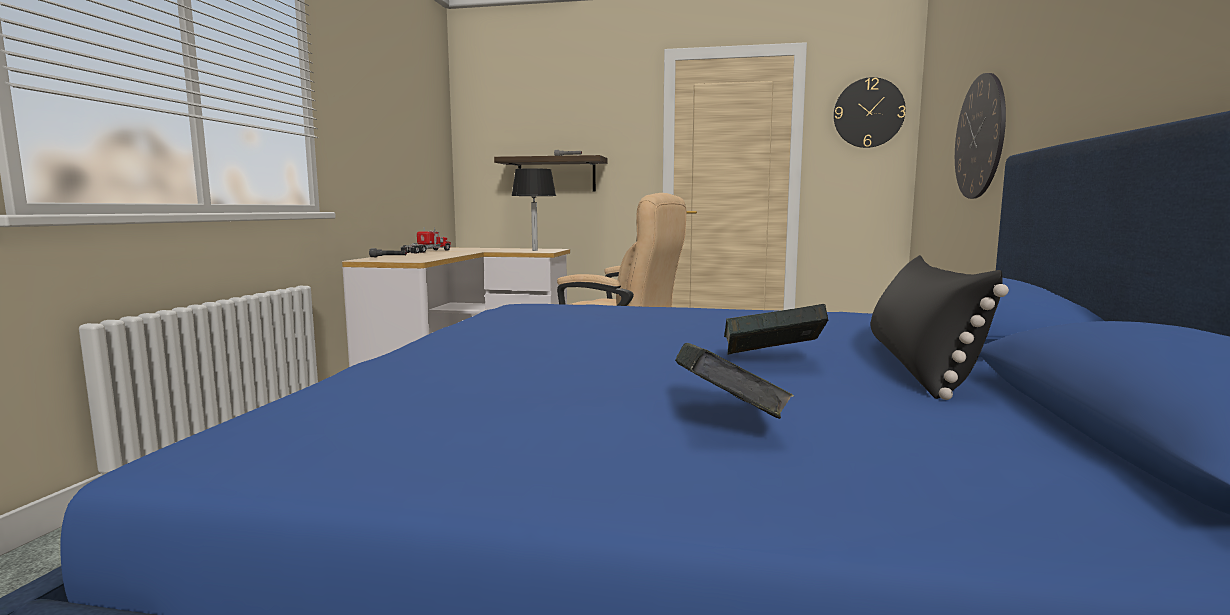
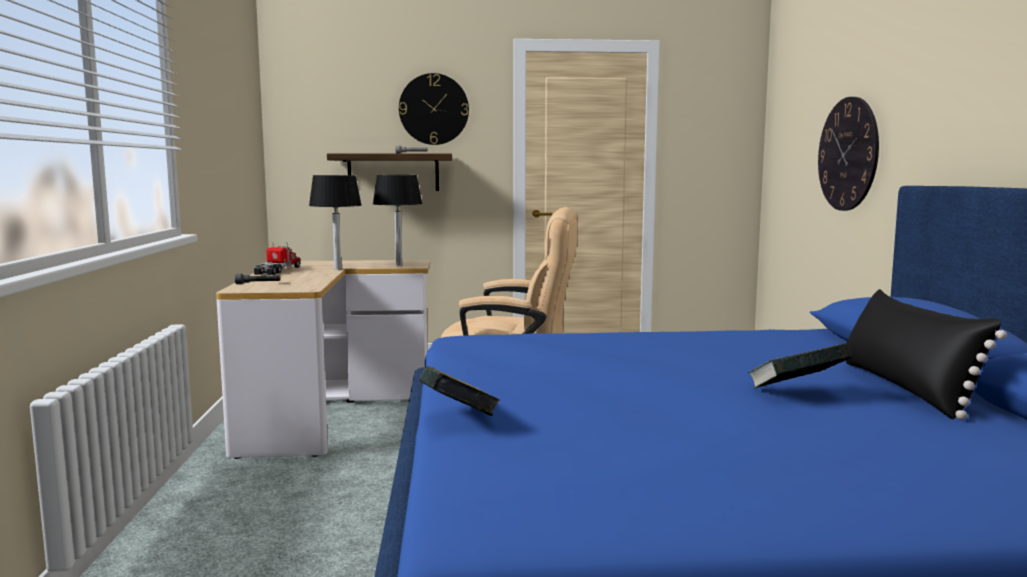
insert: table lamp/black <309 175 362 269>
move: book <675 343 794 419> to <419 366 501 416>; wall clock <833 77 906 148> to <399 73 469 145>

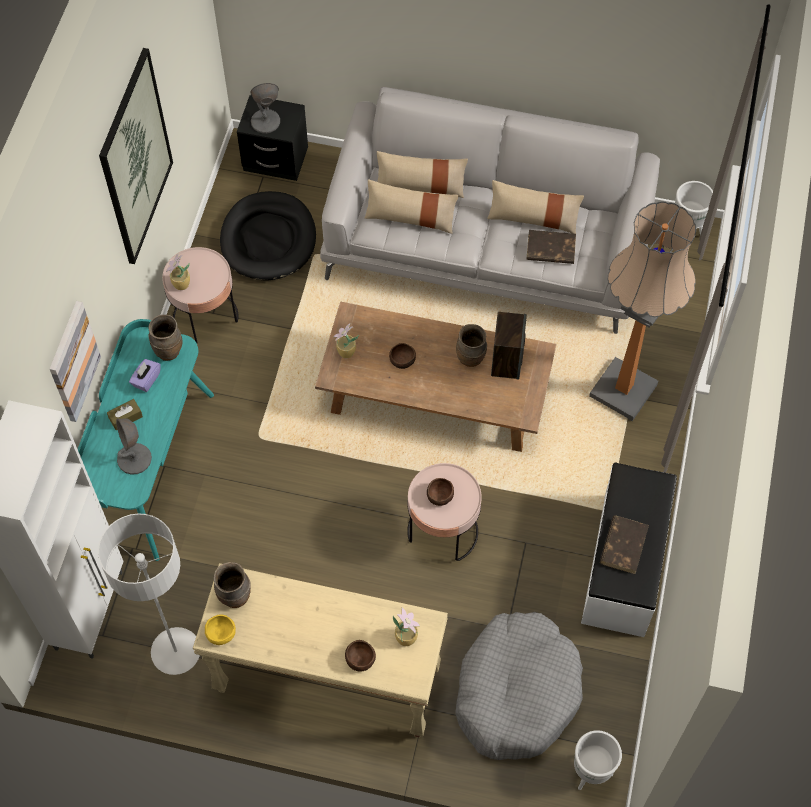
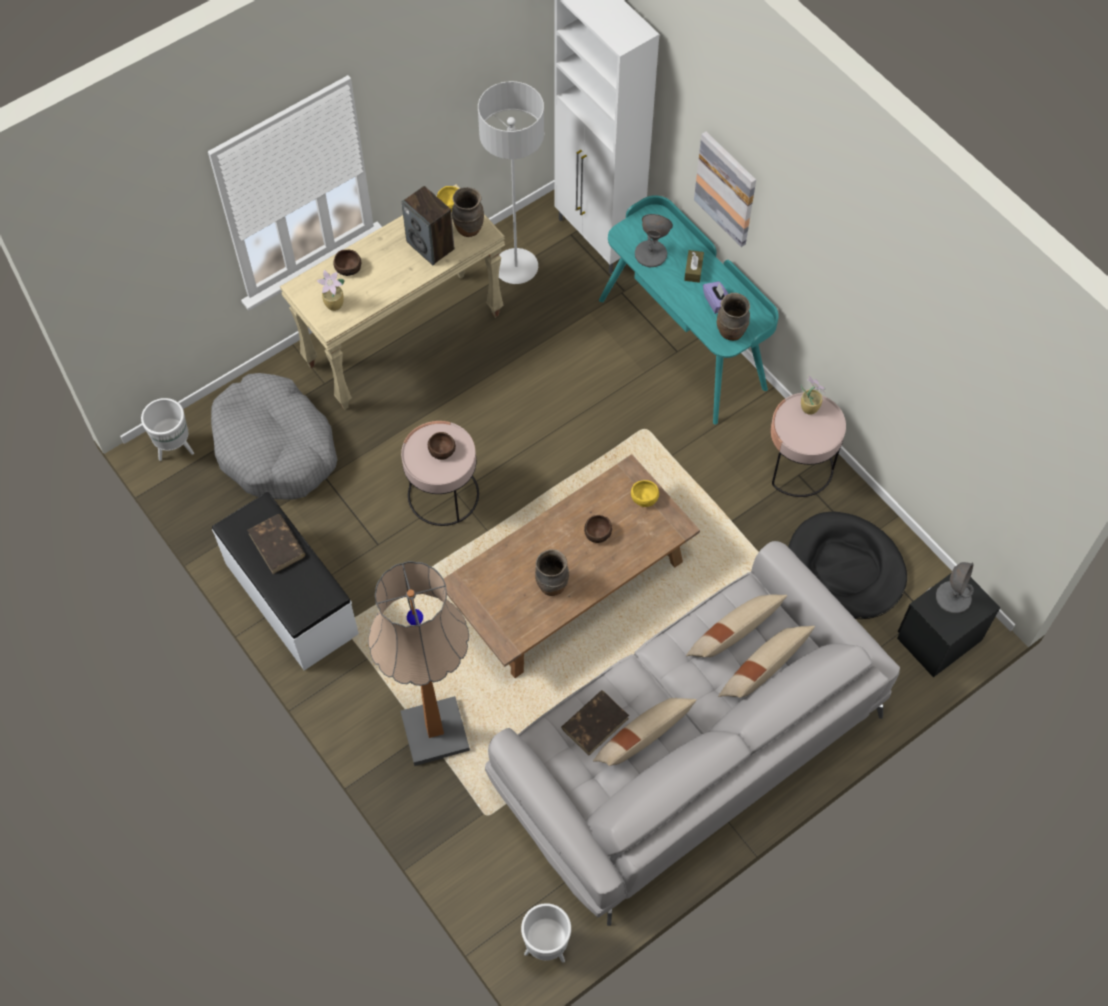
delete: picture <99 48 173 264>
move: speaker <491 312 527 380> to <401 186 454 265>
replace: potted plant <333 323 359 358> to bowl/yellow <631 480 659 507>

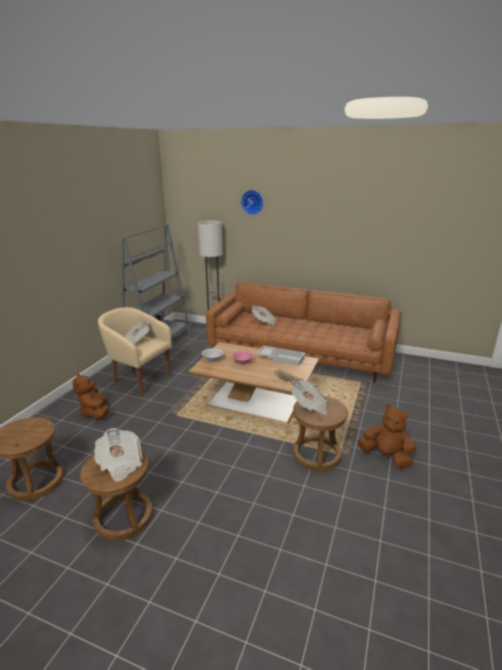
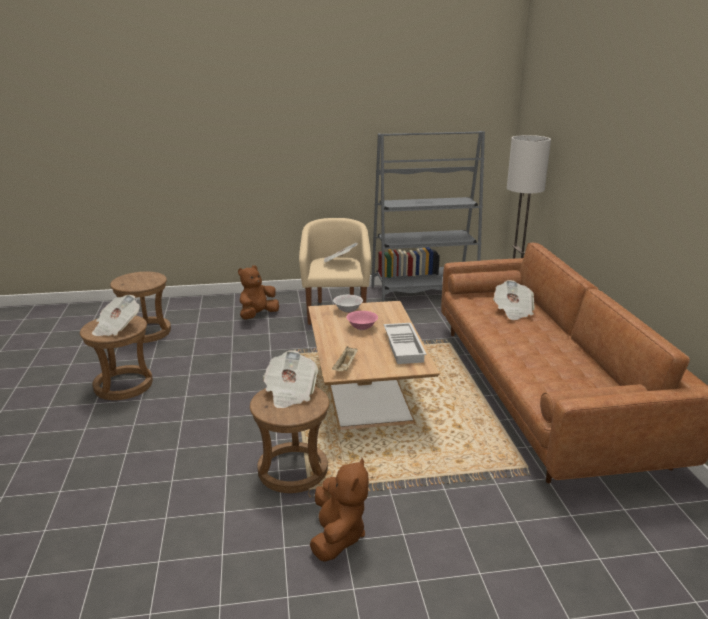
delete: wall clock <241 190 263 215>

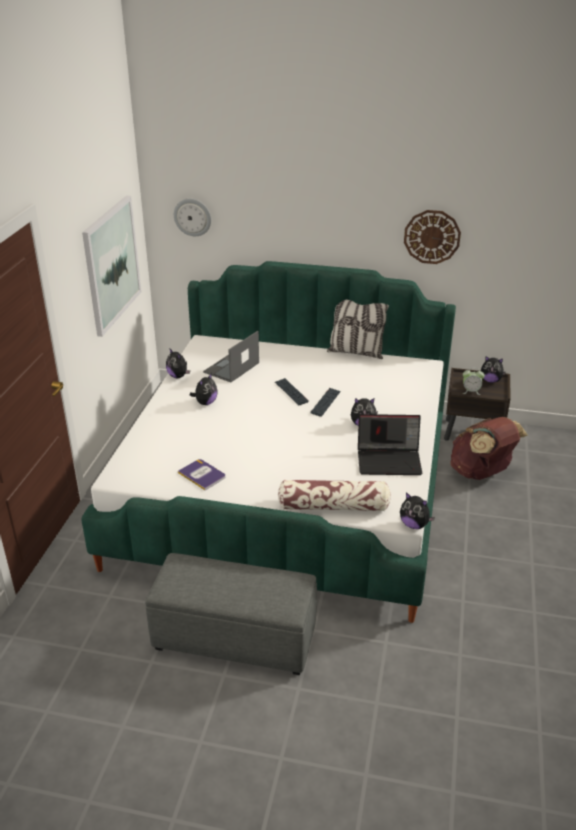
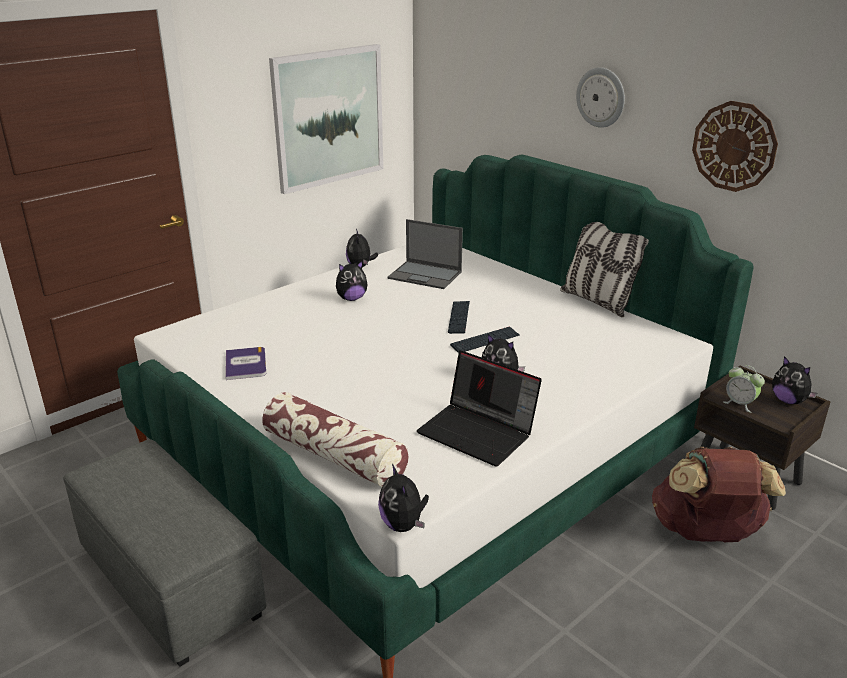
move: wall clock <174 199 211 236> to <576 67 625 128>
rotate: laptop <203 331 259 383> = <387 219 463 289> 135 degrees counterclockwise

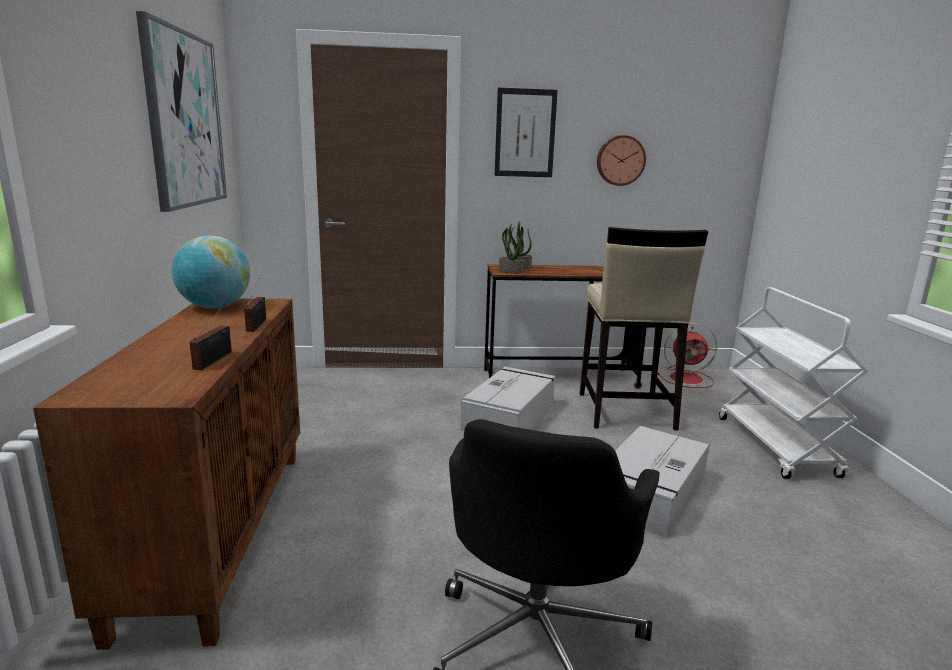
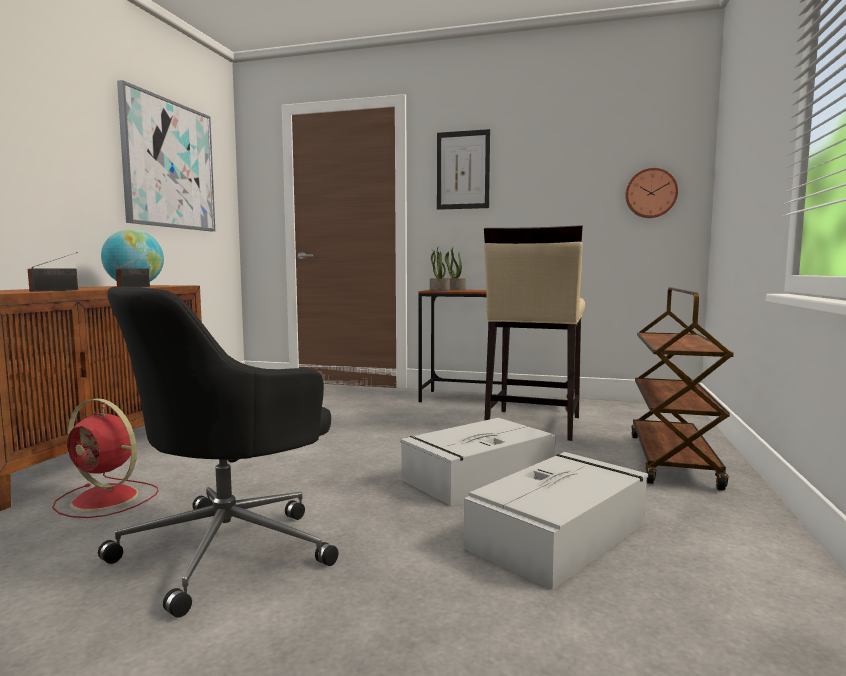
move: storage box/grey <460 367 556 431> to <464 452 648 590>; wall clock <597 135 646 186> to <625 168 678 218>; fan/red <657 323 717 388> to <52 398 159 518>
recolor: cart/white <719 287 869 479> to cart/brown <631 287 734 491>

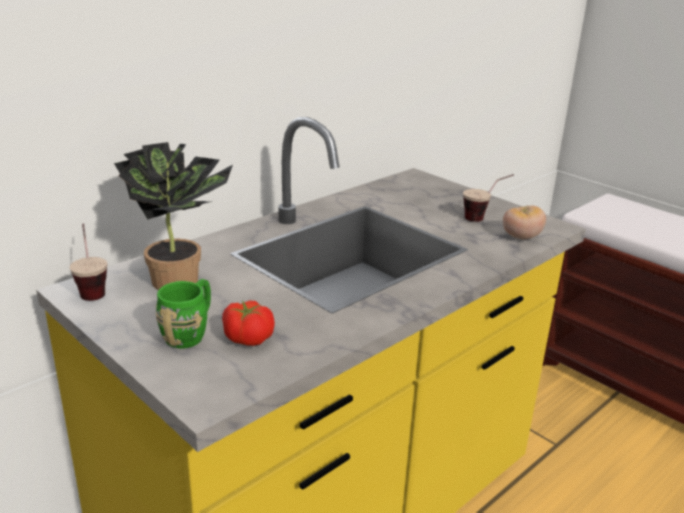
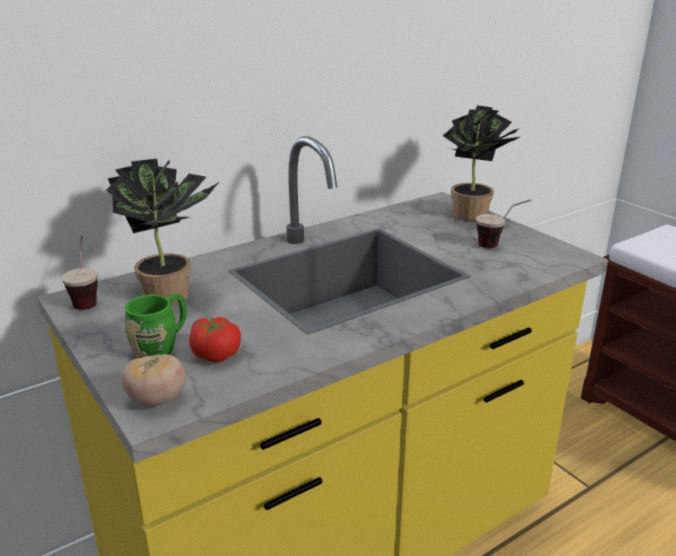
insert: potted plant <443 105 520 221>
move: tomato <503 205 546 239> to <121 354 186 406>

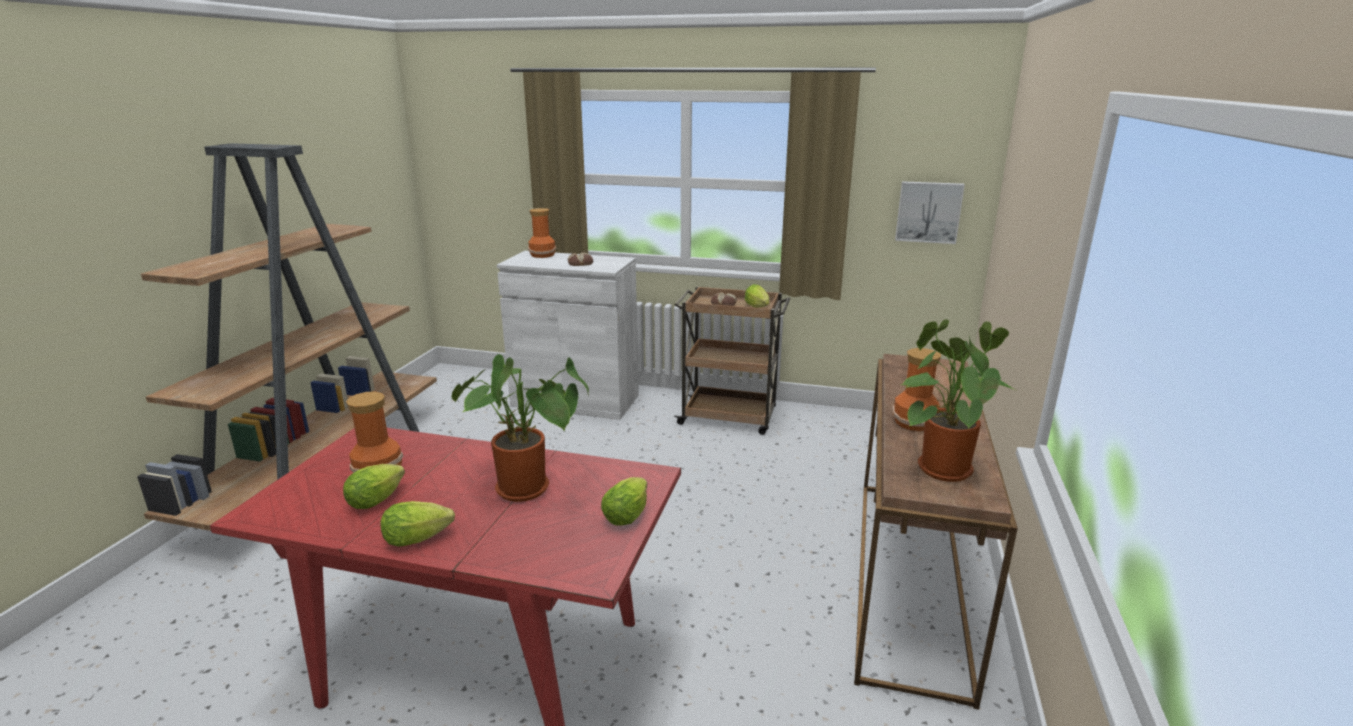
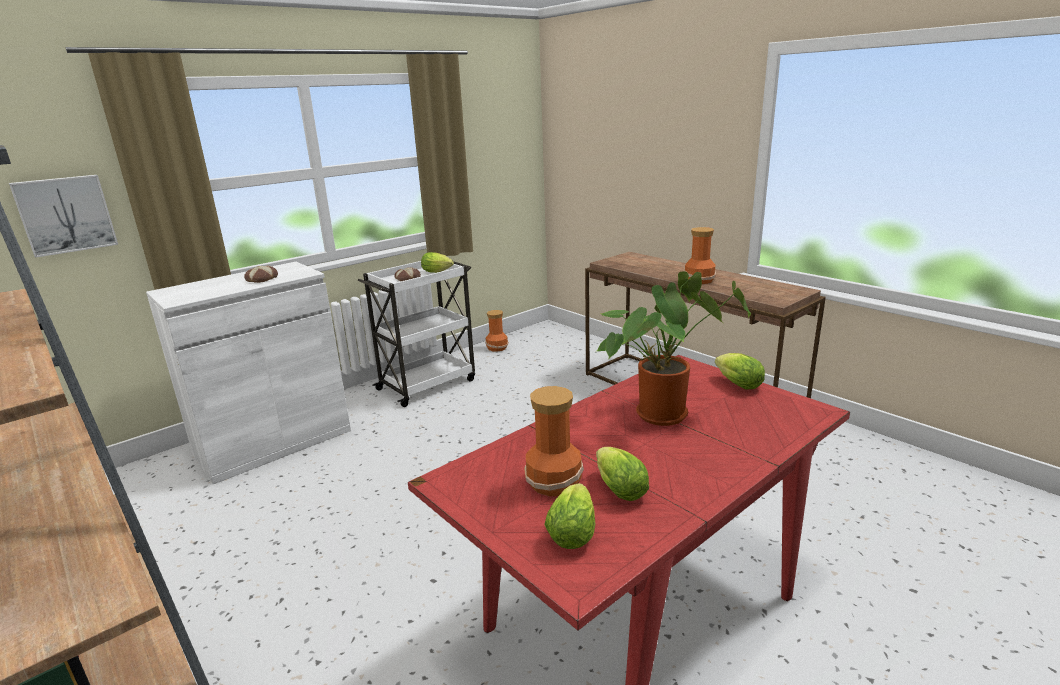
delete: potted plant <901 319 1018 482>
move: lettuce <381 501 455 547> to <544 483 596 549>; vase <528 208 556 258> to <485 310 508 352>; picture <895 181 965 244> to <9 175 118 258>
recolor: cart/brown <674 286 790 435> to cart/white <358 261 475 407>

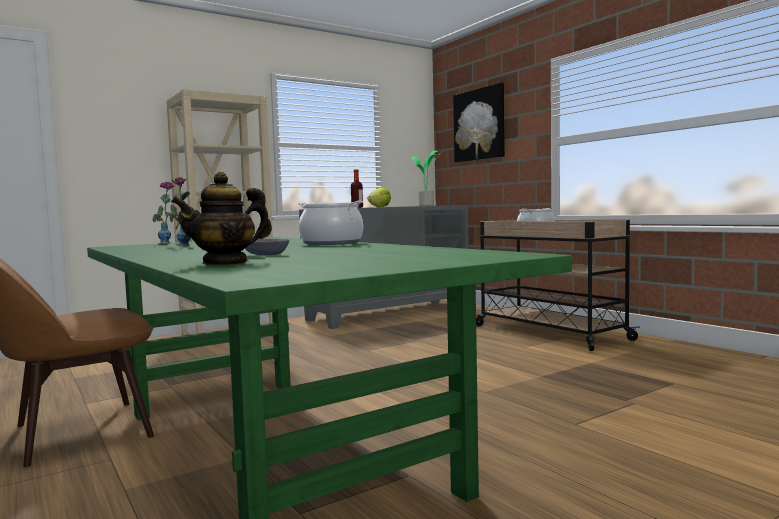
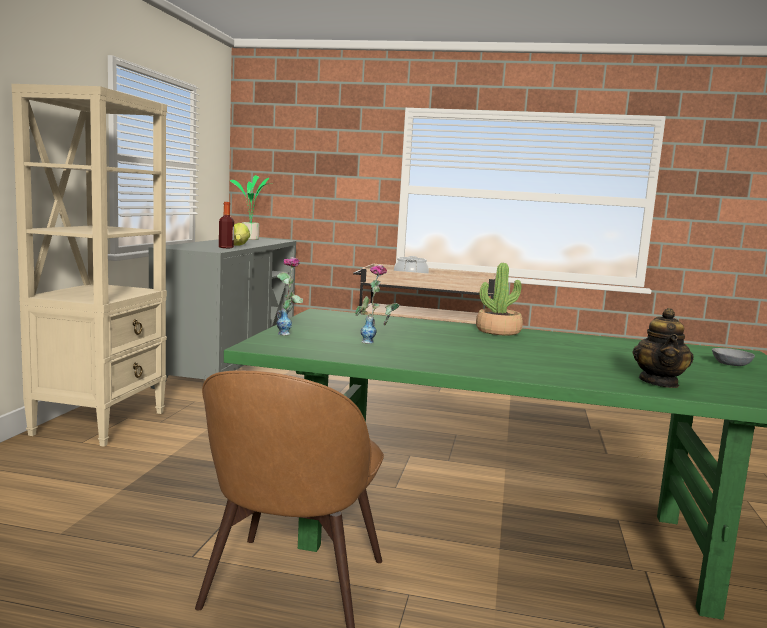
delete: picture <453 82 505 162>
move: bowl/grey <245 239 289 255> to <712 348 755 366>
replace: cooking pot <298 201 363 245> to potted plant <476 263 523 335>

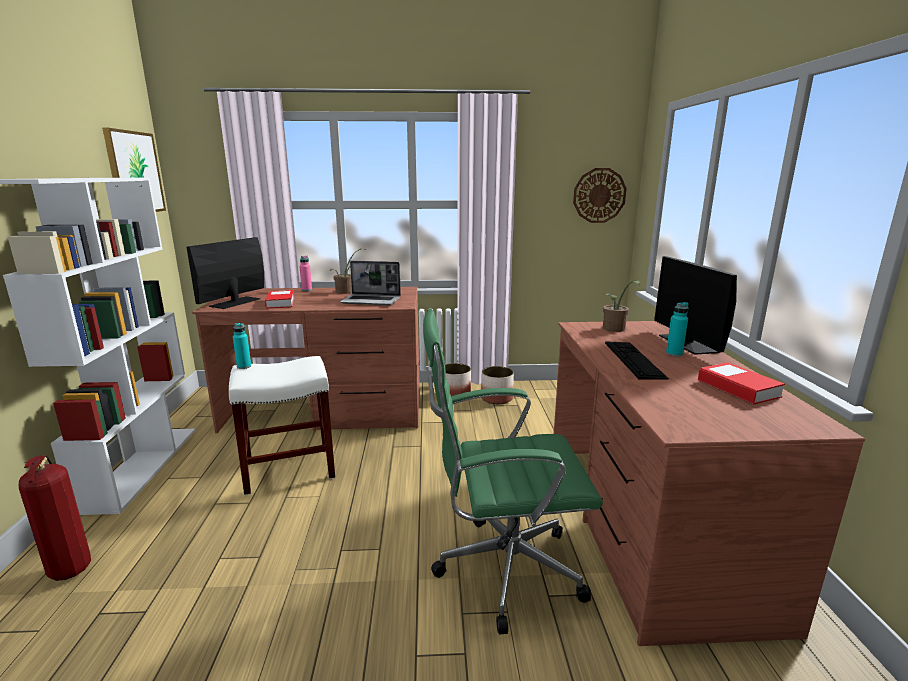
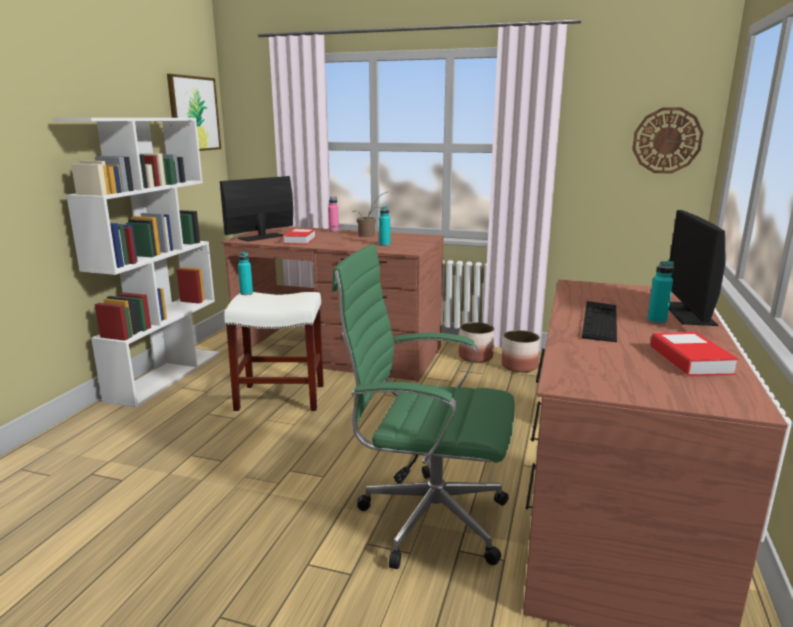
delete: fire extinguisher <19 455 91 581>; potted plant <603 280 640 332>
replace: laptop <340 261 401 305> to bottle/turquoise <379 206 390 246>

